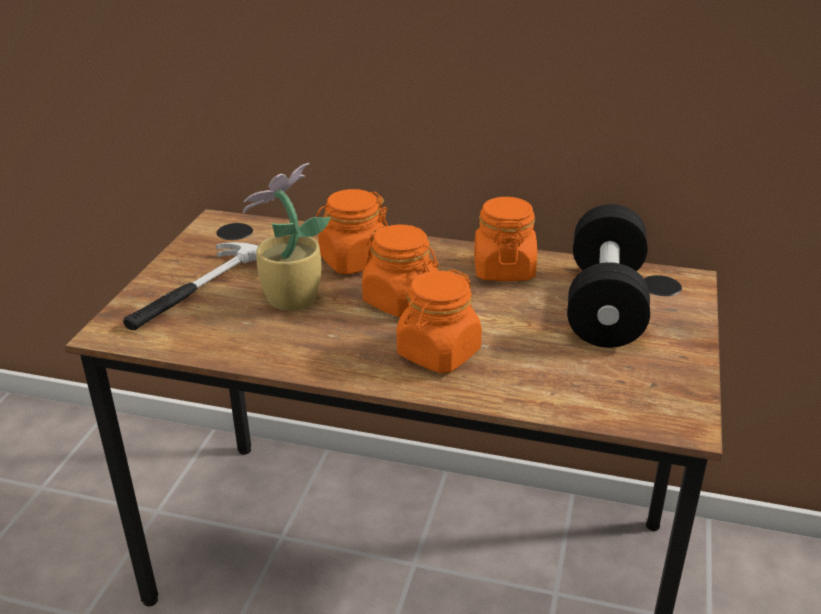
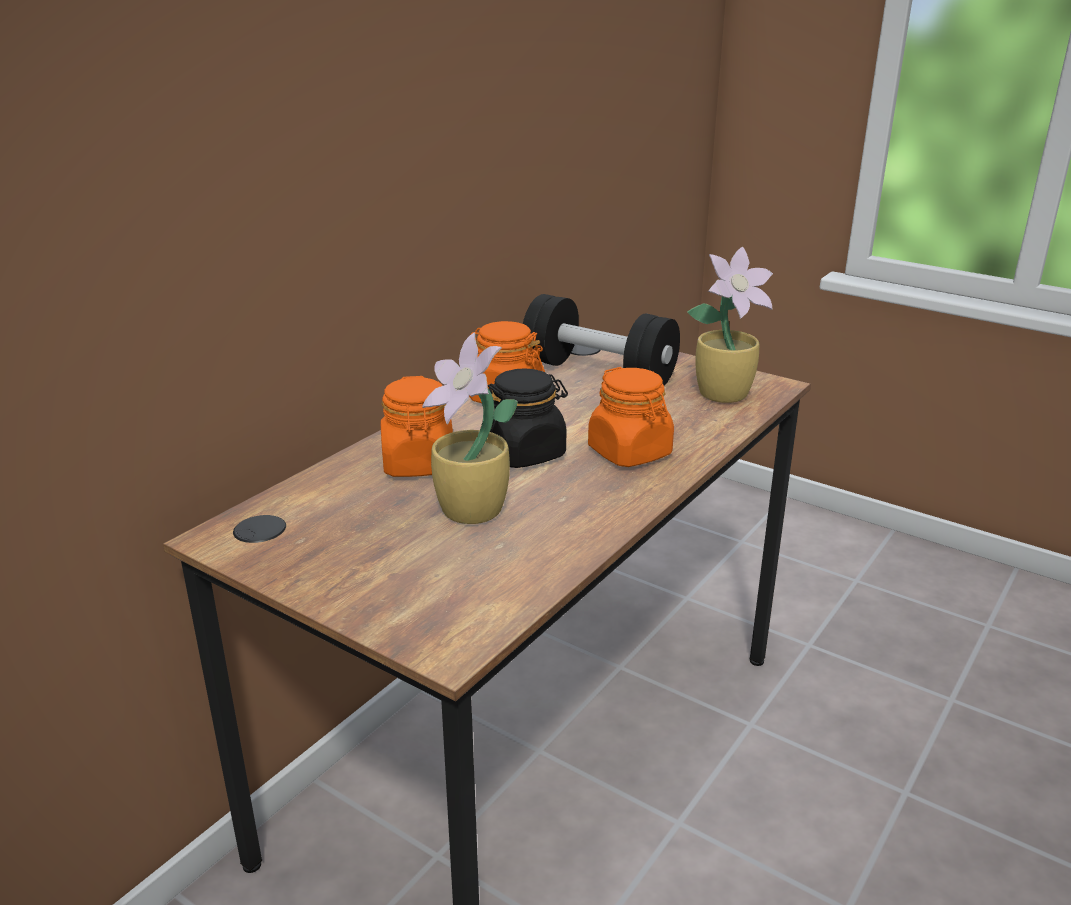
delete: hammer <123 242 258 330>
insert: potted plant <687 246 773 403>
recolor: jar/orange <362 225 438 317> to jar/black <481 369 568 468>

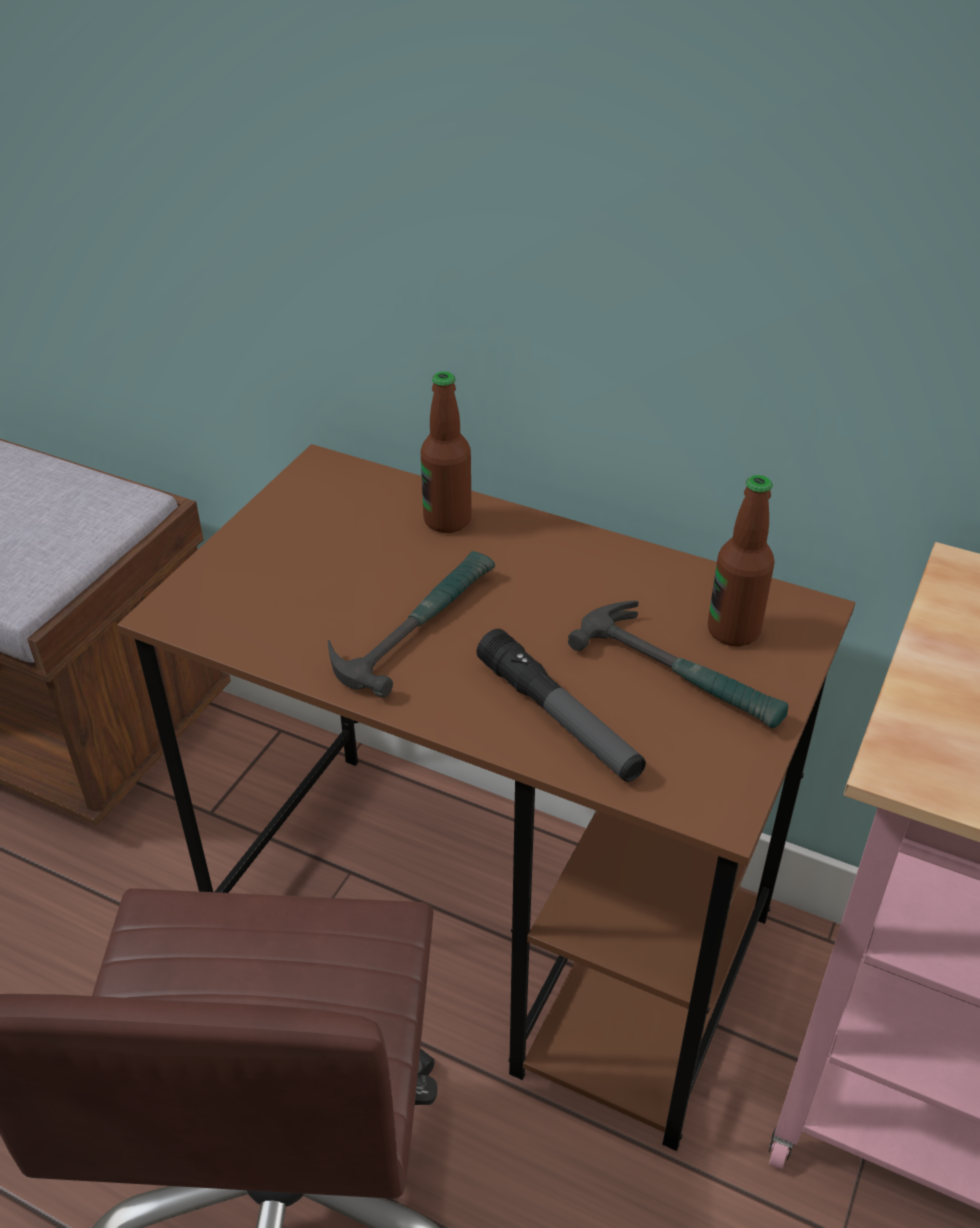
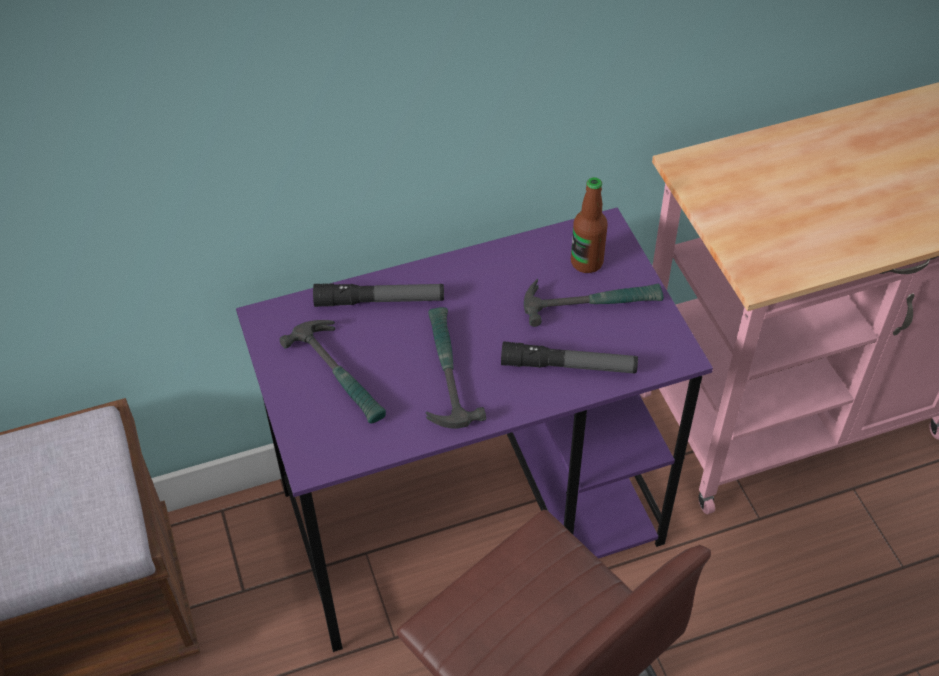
insert: hammer <280 320 386 423>
replace: bottle <420 371 472 533> to flashlight <313 283 444 307>
recolor: desk/brown <117 444 855 1151> to desk/purple <236 207 713 652>

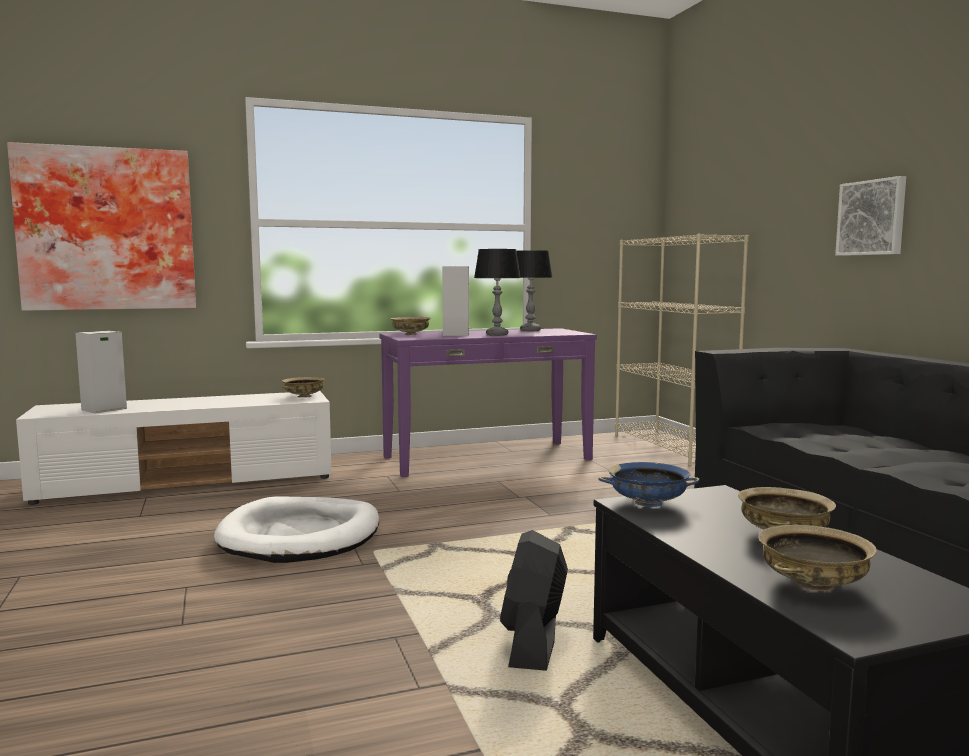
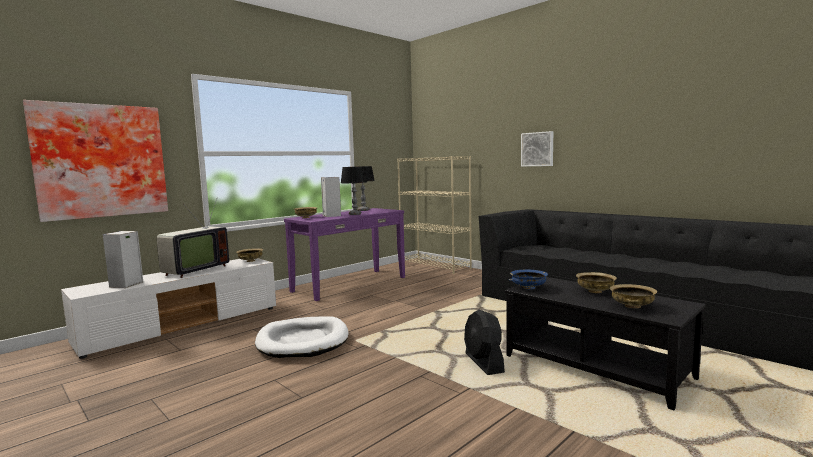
insert: television <157 199 229 278>

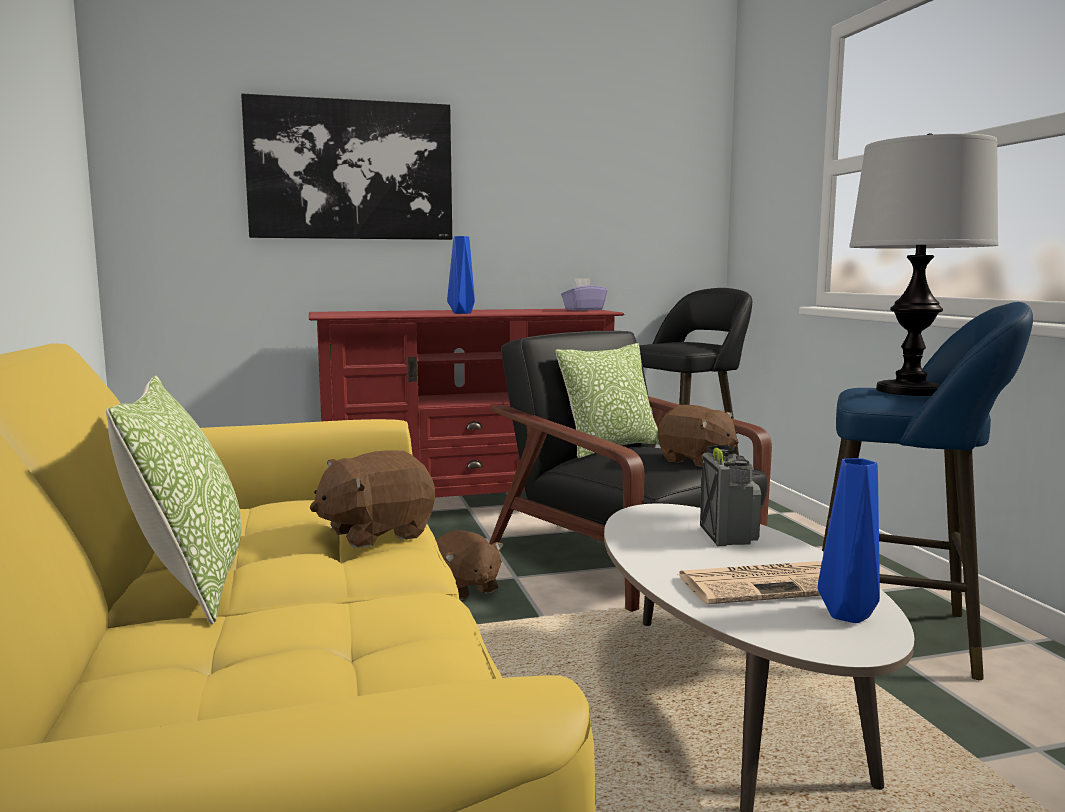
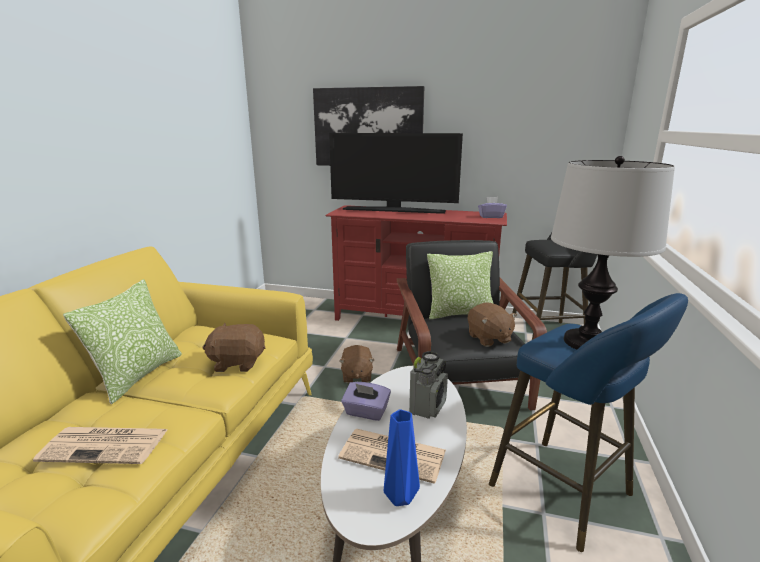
delete: vase/blue <447 236 475 314>
insert: newspaper <33 427 168 464>; television <329 133 463 214>; tissue box/purple <341 382 391 421>

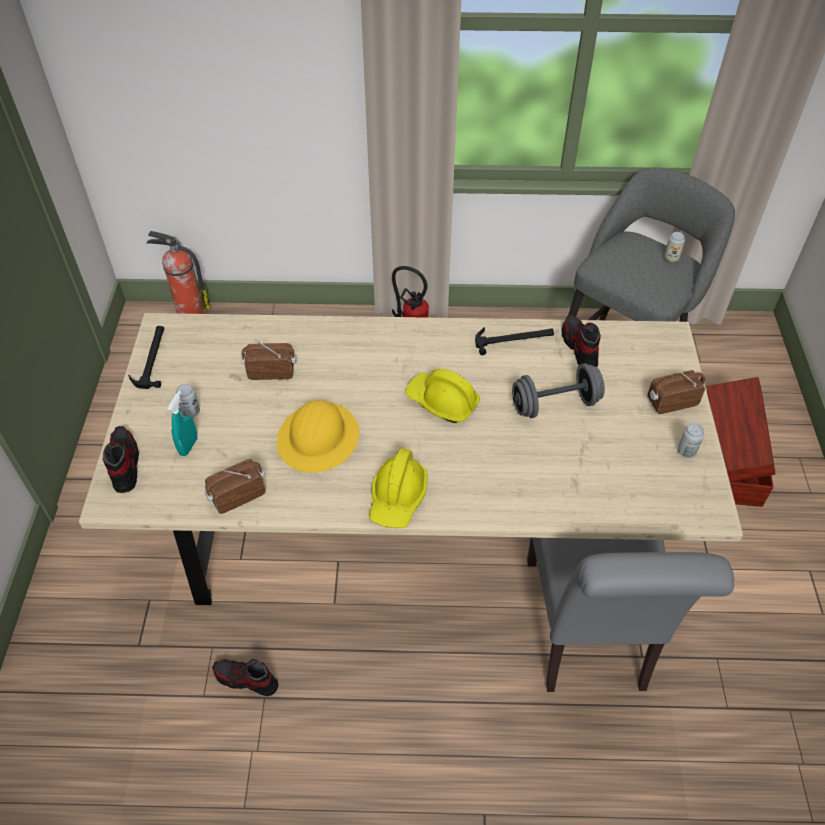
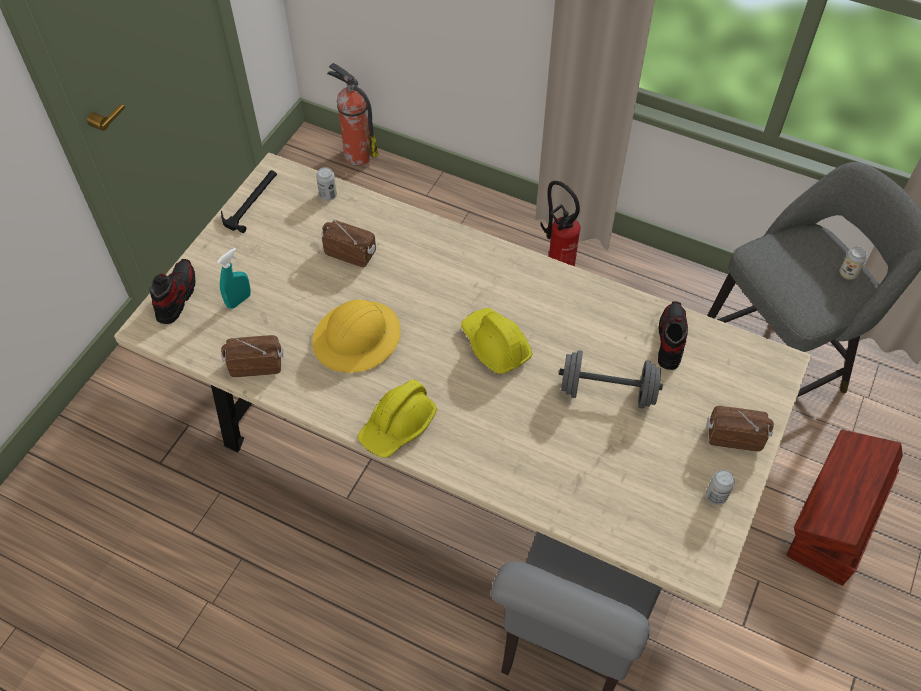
delete: shoe <212 659 278 696>; hammer <475 327 554 355>
move: can <176 384 200 417> to <316 167 337 201>

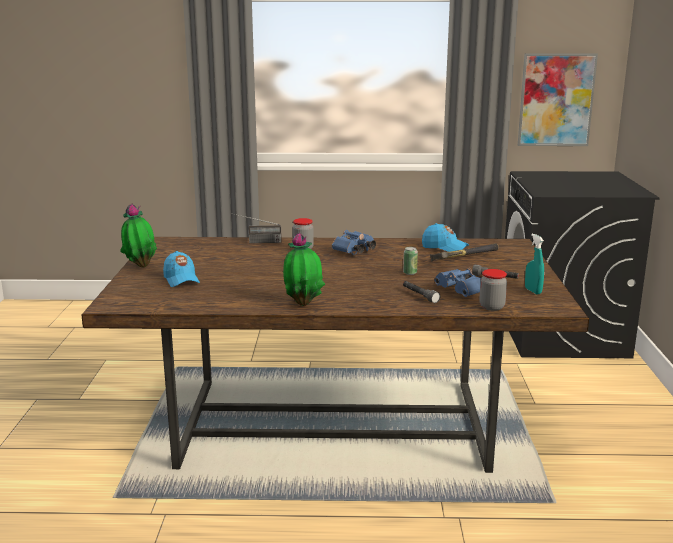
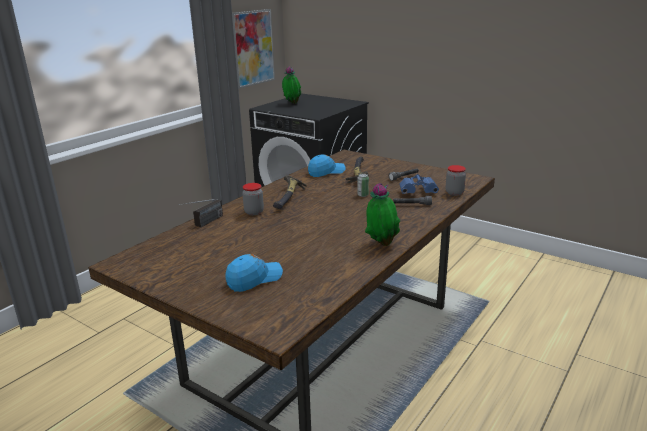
delete: spray bottle/turquoise <525 234 544 295>
move: potted plant <120 204 157 267> to <282 66 301 104>
replace: binoculars/blue <332 230 376 255> to hammer <273 174 307 209>
rotate: cap/blue <163 251 200 287> = <226 254 283 292> 45 degrees counterclockwise

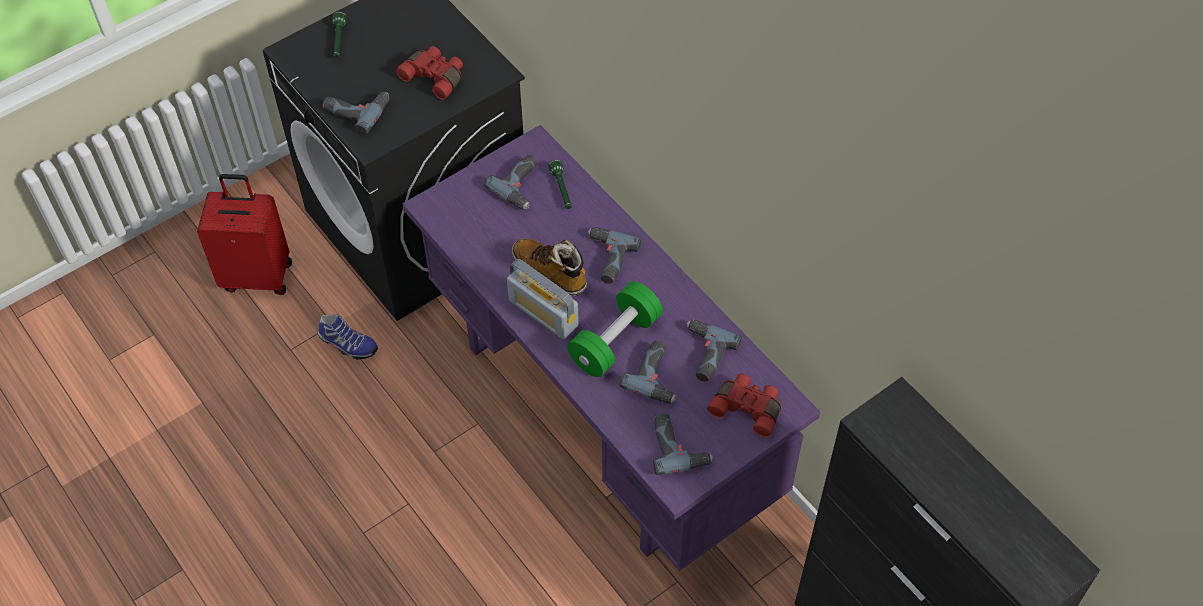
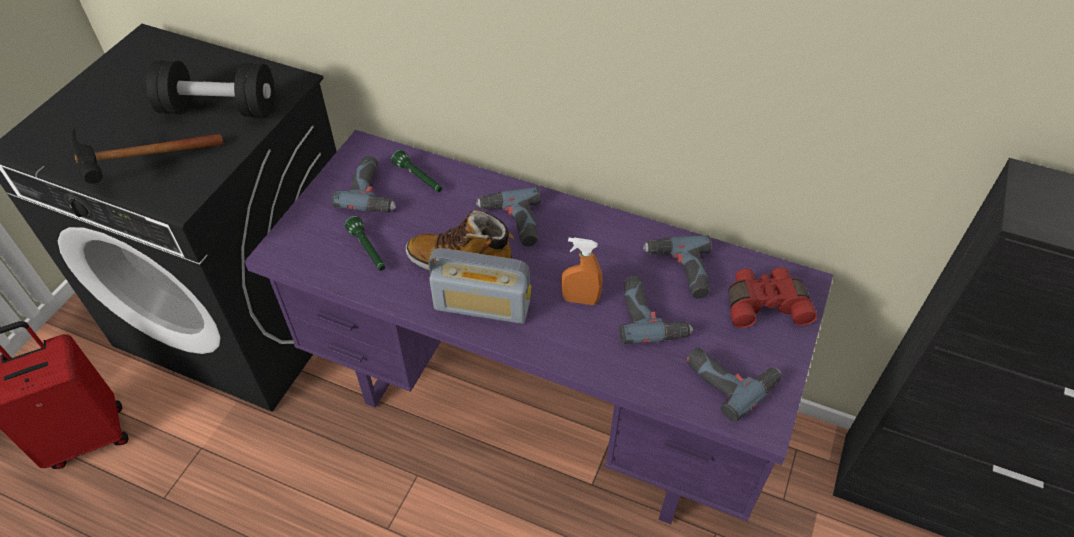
delete: shoe <318 315 378 360>
move: flashlight/green <332 12 347 58> to <344 216 385 271>
replace: power drill <323 92 390 135> to hammer <72 128 223 184>; binoculars/red <396 46 463 100> to dumbbell/black <146 60 274 117>; dumbbell/green <567 281 663 377> to spray bottle/orange <561 237 603 305>

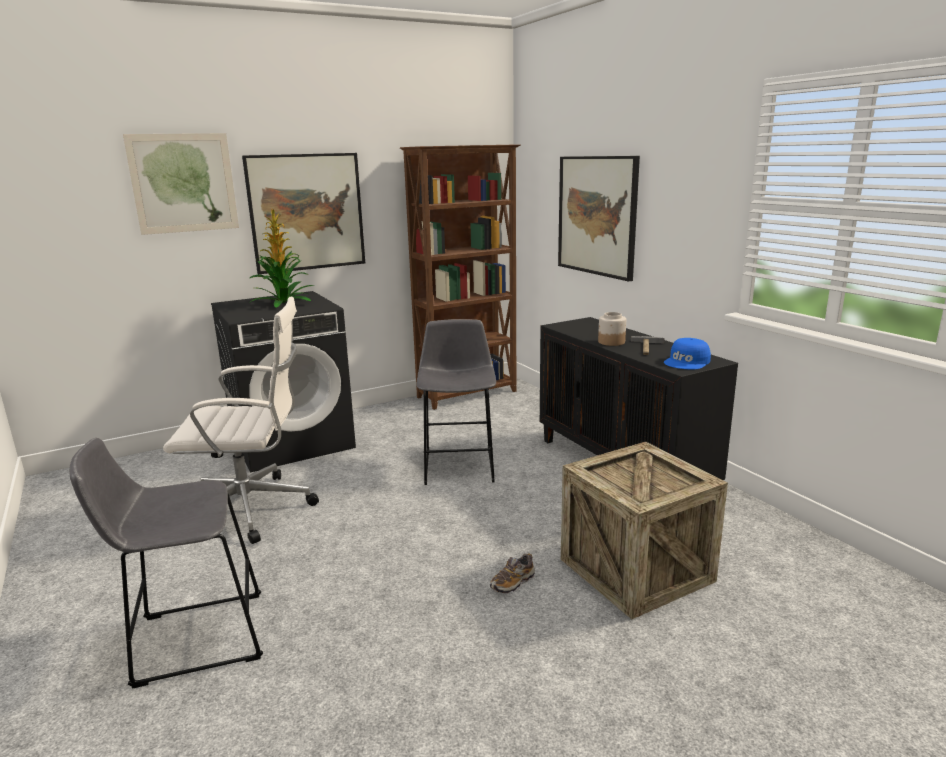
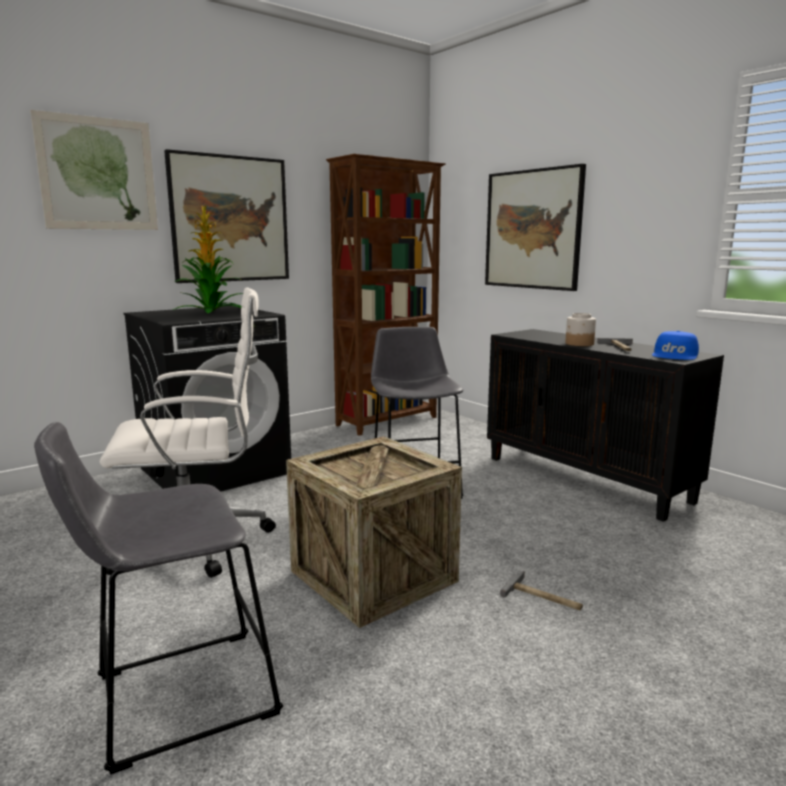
move: crate <561 441 728 619> to <286 436 462 628>
replace: shoe <490 553 535 594> to hammer <500 571 583 610>

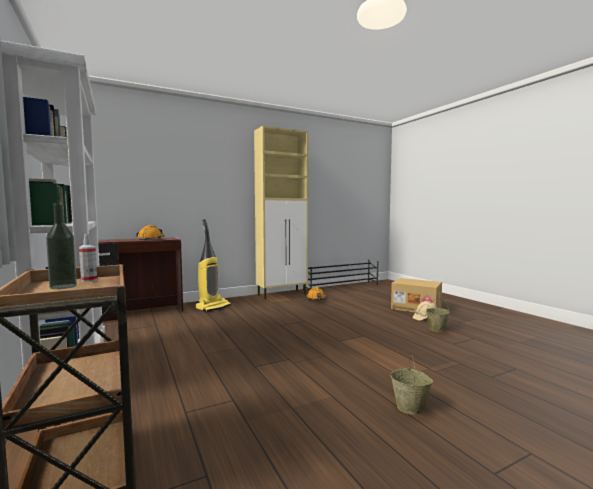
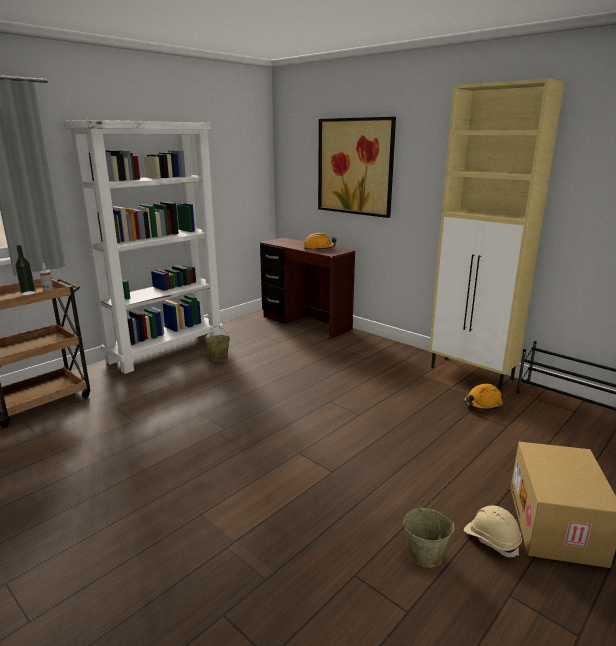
delete: vacuum cleaner <195 219 231 313>
insert: picture <318 117 396 218>
move: bucket/beige <390 355 433 415> to <205 326 230 362>

